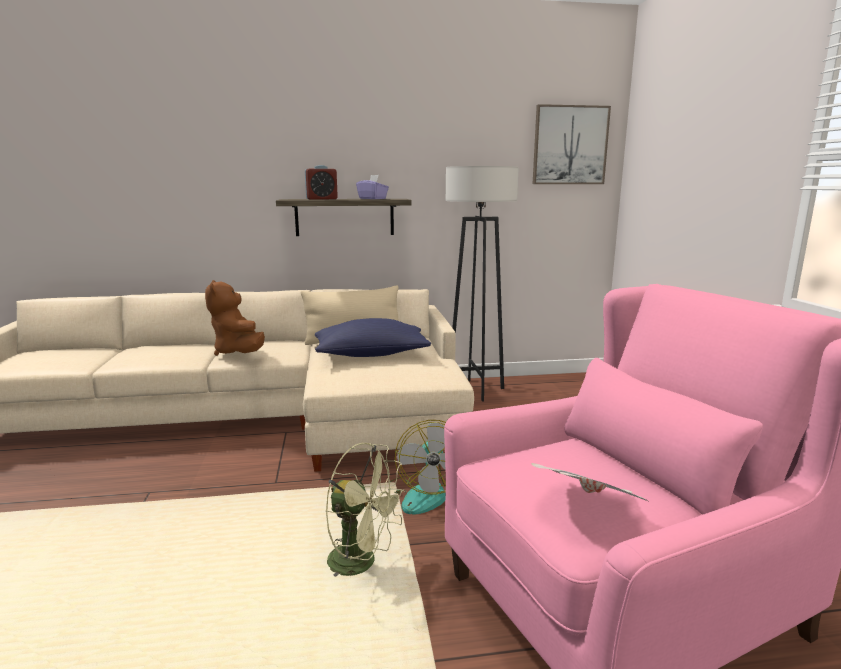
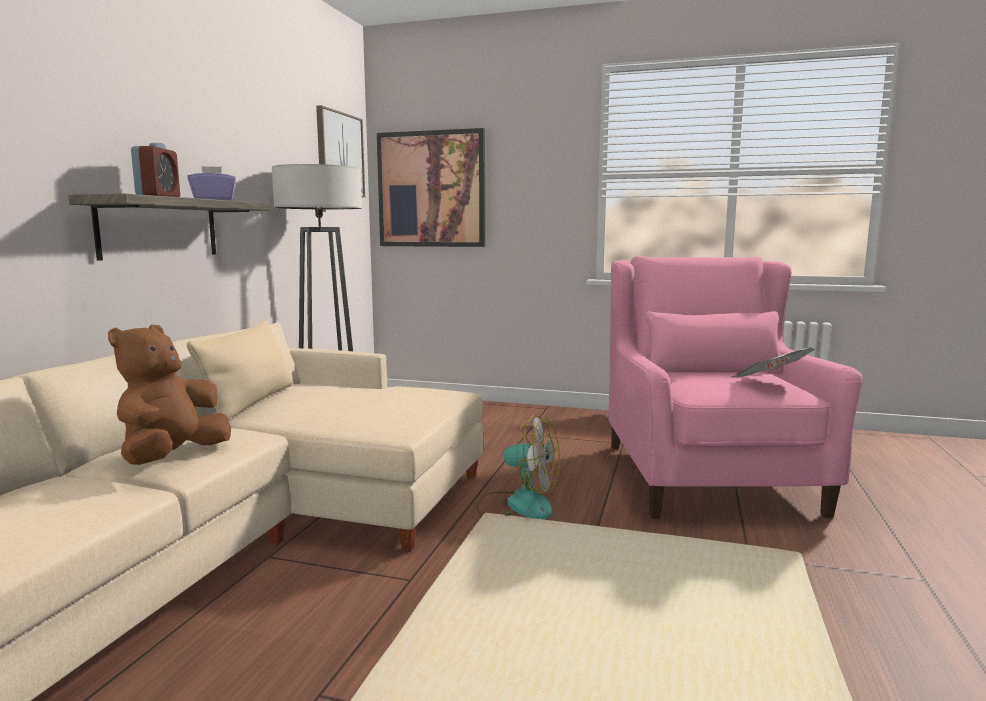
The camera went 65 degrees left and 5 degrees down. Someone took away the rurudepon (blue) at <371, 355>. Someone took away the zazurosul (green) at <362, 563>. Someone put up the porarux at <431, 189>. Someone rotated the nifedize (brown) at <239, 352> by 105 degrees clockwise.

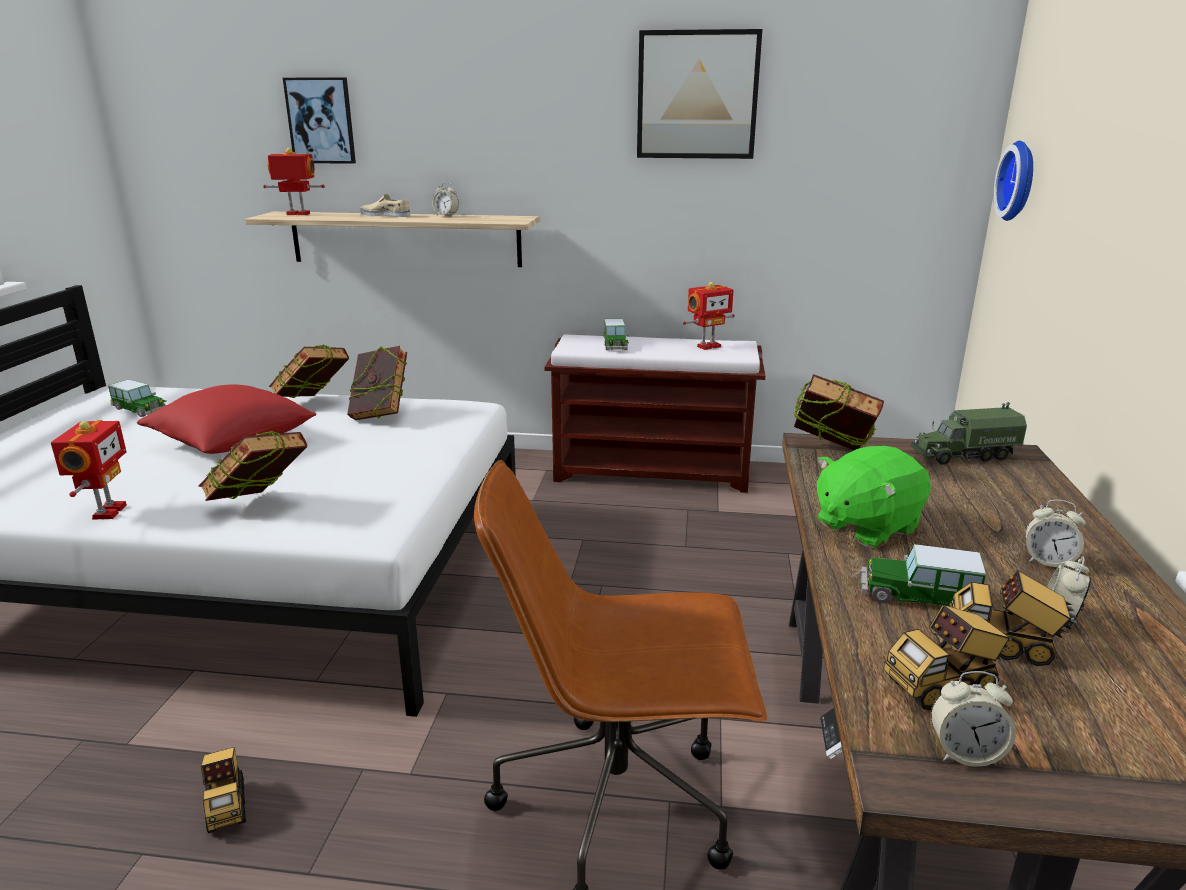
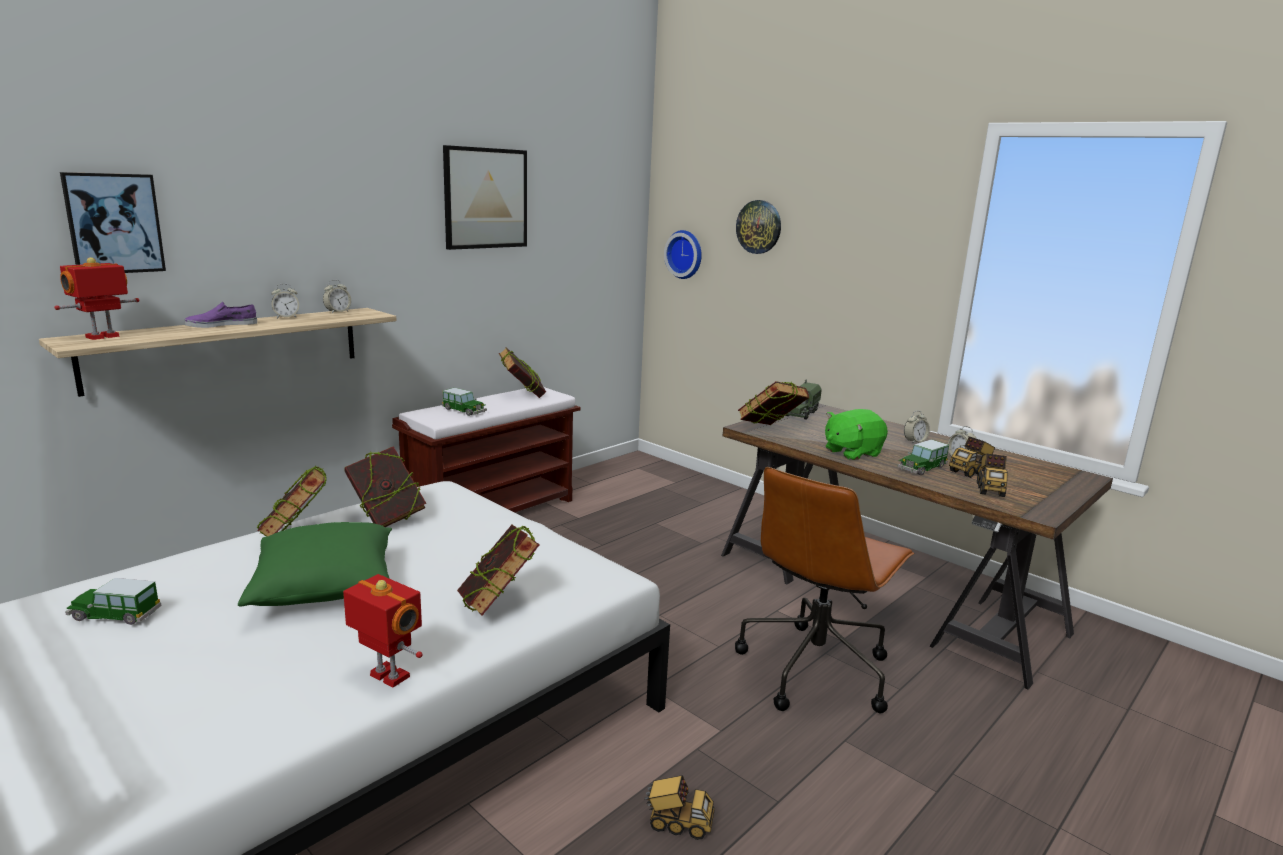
The camera went 55 degrees left and 5 degrees down. Someone put up the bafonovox at <759, 227>. Someone carried the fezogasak from <965, 753> to <337, 312>. Someone swapped the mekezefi at <708, 346> for the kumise at <522, 396>. Someone repainted the rurudepon (red) at <233, 443>, which became the rurudepon (green) at <326, 589>. Someone repainted the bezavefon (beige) at <386, 215>, which became the bezavefon (purple) at <222, 325>. Someone rotated the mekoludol at <140, 410> by 150 degrees counterclockwise. Someone rotated the nifedize (green) at <865, 526> by 60 degrees clockwise.

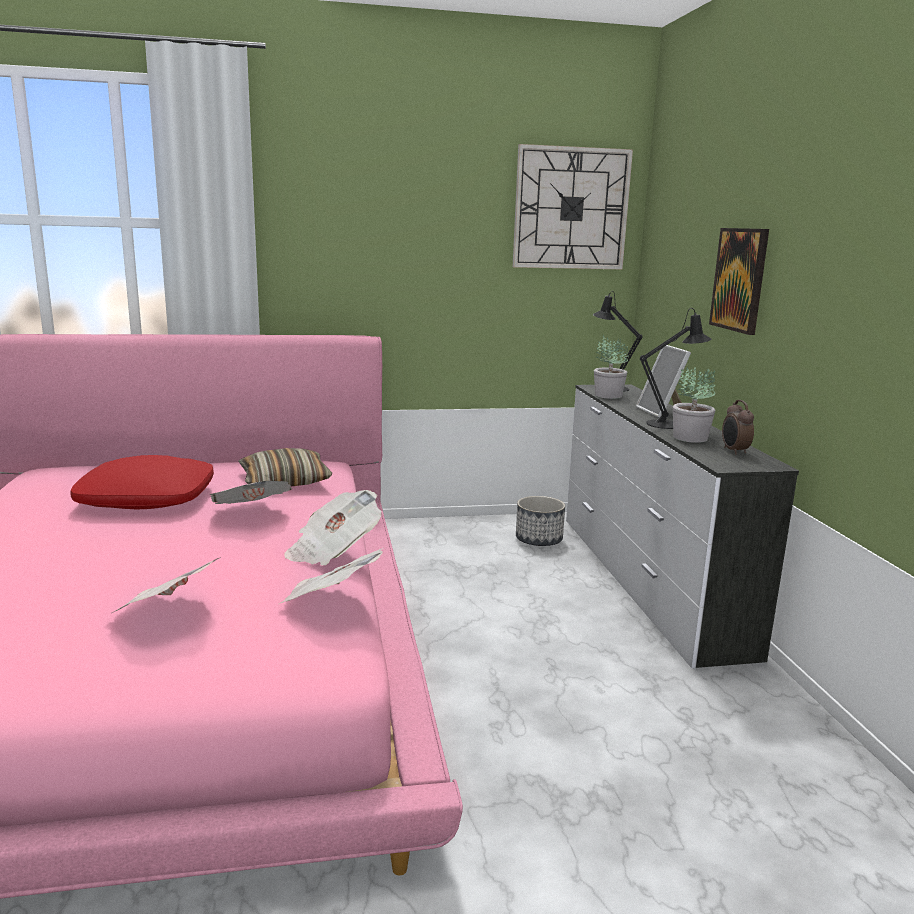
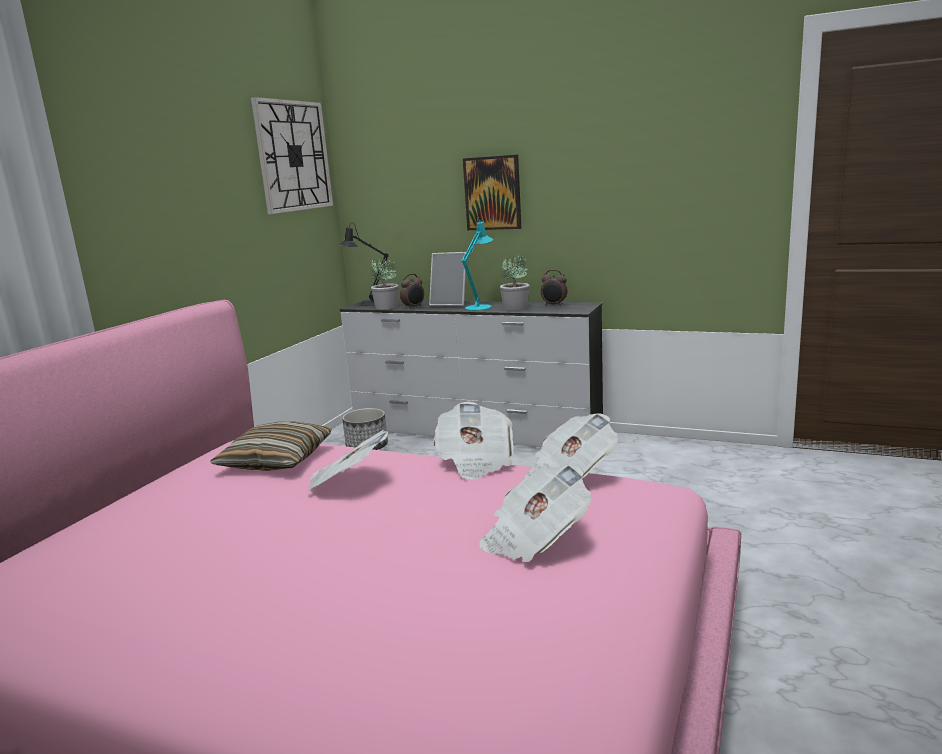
The camera went 55 degrees left and 0 degrees up. Someone took away the rurudepon (red) at <148, 498>. Someone put down the fezogasak at <413, 307>. Someone repainted the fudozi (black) at <669, 424>, which became the fudozi (turquoise) at <480, 306>.

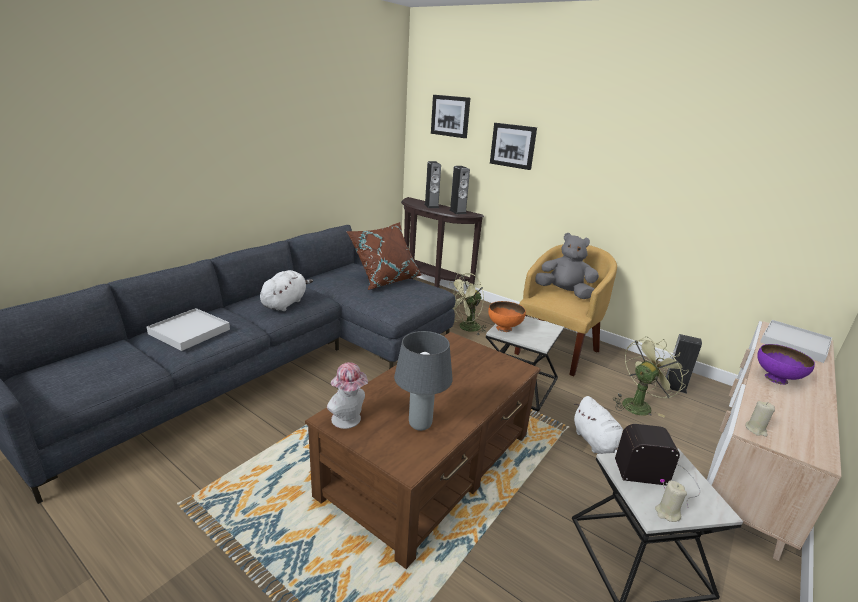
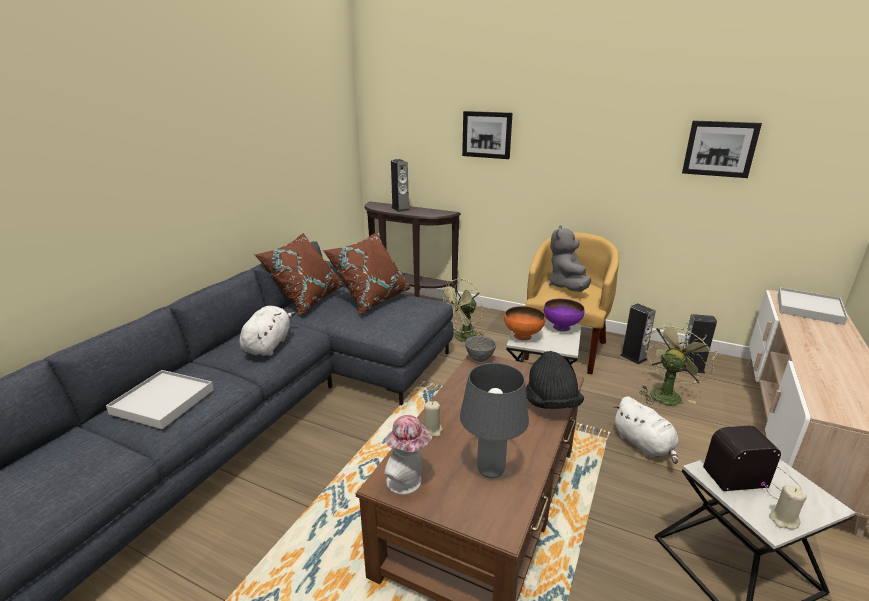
The camera went 10 degrees left and 0 degrees up. Someone put down the rurudepon (brown) at <306, 299>. Someone put down the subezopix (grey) at <479, 359>. Someone put down the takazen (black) at <551, 403>. Someone carried the porarux from <450, 116> to <719, 148>. Someone carried the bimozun from <457, 211> to <633, 357>. Someone carried the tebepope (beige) from <756, 429> to <432, 430>. Someone carried the subezopix (purple) from <776, 379> to <561, 327>. Someone rotated the nifedize (grey) at <564, 292> by 90 degrees counterclockwise.

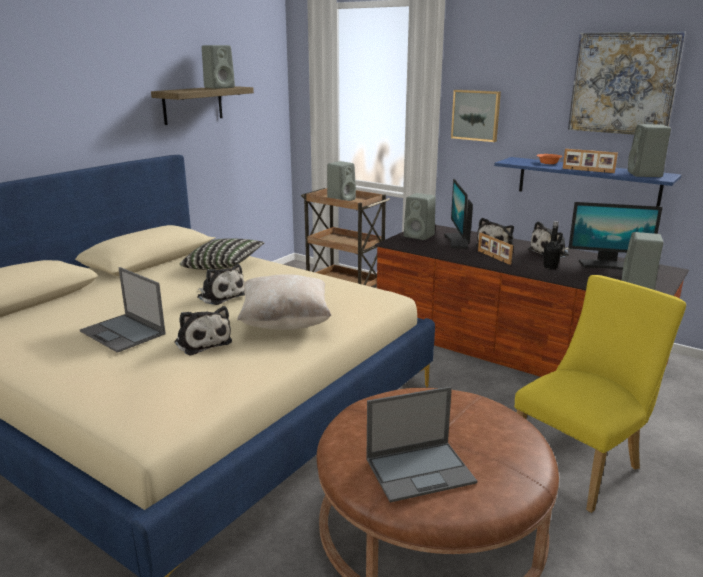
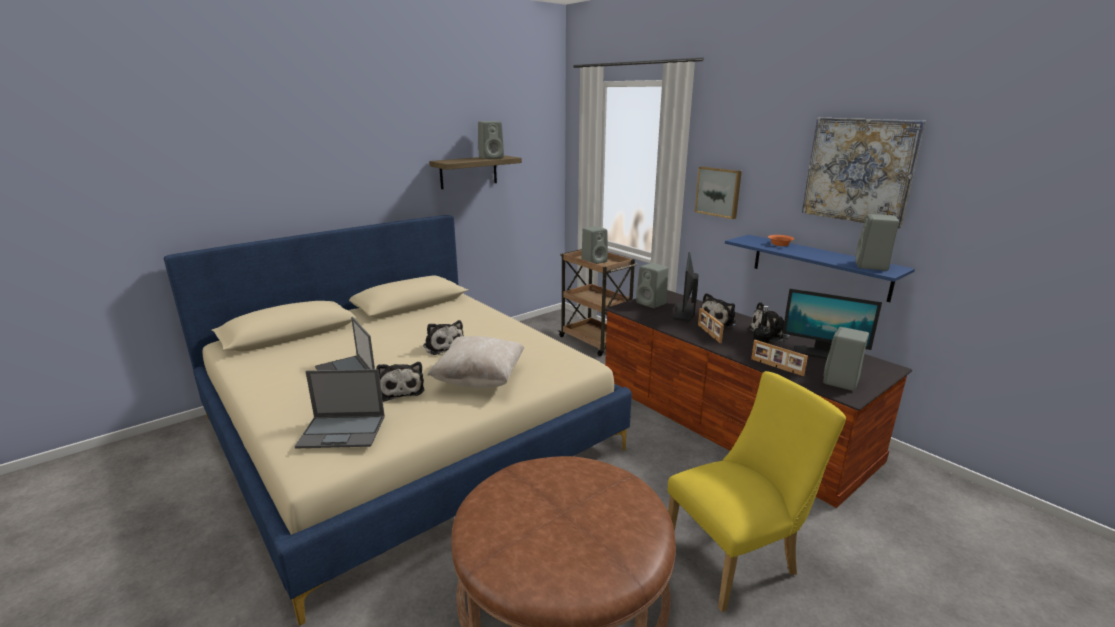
The camera went 15 degrees right and 0 degrees up. Someone took away the rurudepon at <224, 266>. Someone carried the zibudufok from <421, 470> to <343, 431>. Someone carried the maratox from <588, 170> to <776, 367>.

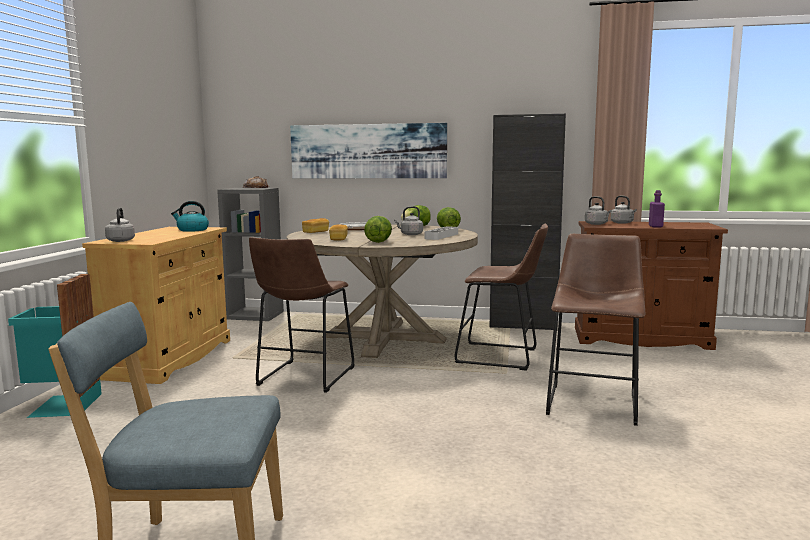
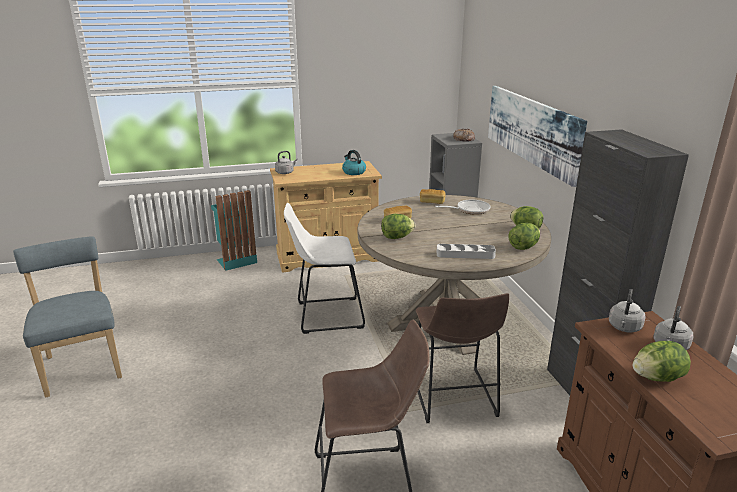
The camera went 65 degrees right and 15 degrees up. Someone took away the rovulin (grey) at <410, 234>. Someone swapped the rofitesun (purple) at <655, 226> for the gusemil at <657, 378>. Someone repainted the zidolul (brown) at <303, 378>, which became the zidolul (white) at <325, 315>.

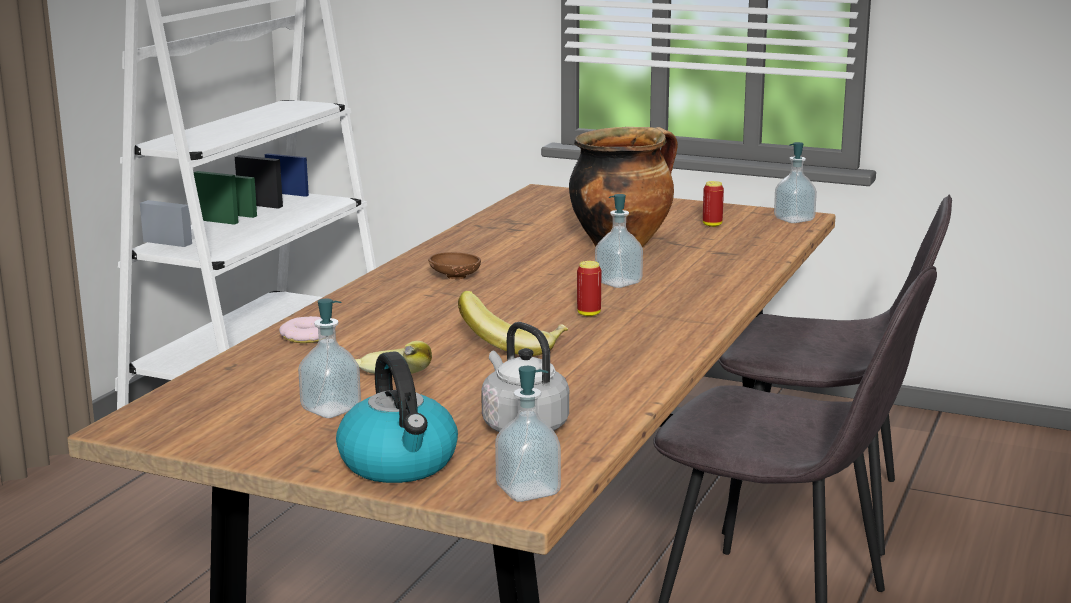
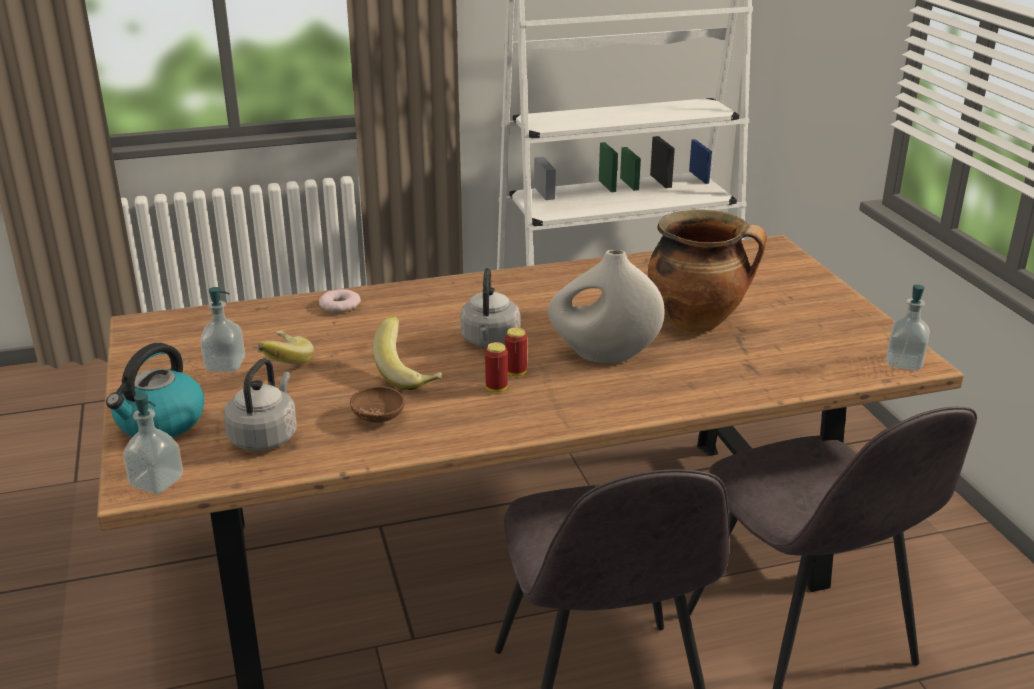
The camera went 50 degrees right and 10 degrees up. Someone put down the rovulin (grey) at <490, 341>. Someone carried the subezopix (brown) from <455, 277> to <378, 417>. Someone carried the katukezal from <712, 225> to <496, 388>. Someone swapped the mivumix at <618, 282> for the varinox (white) at <603, 356>.

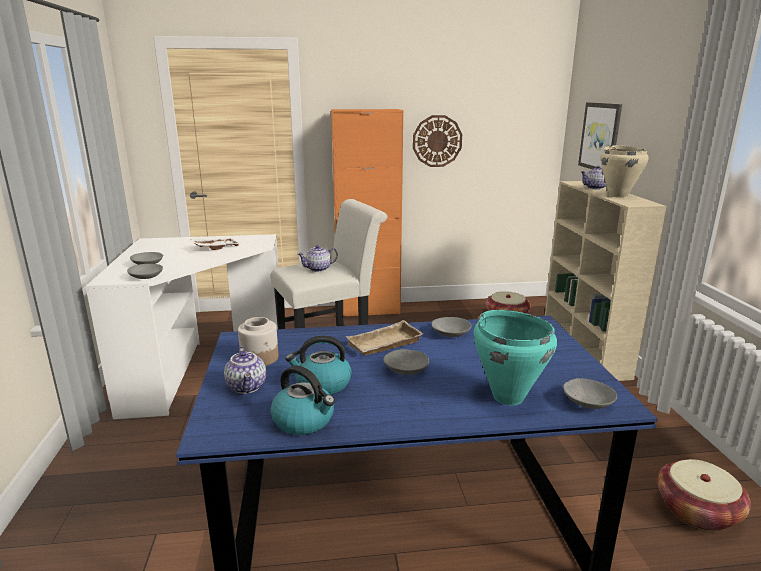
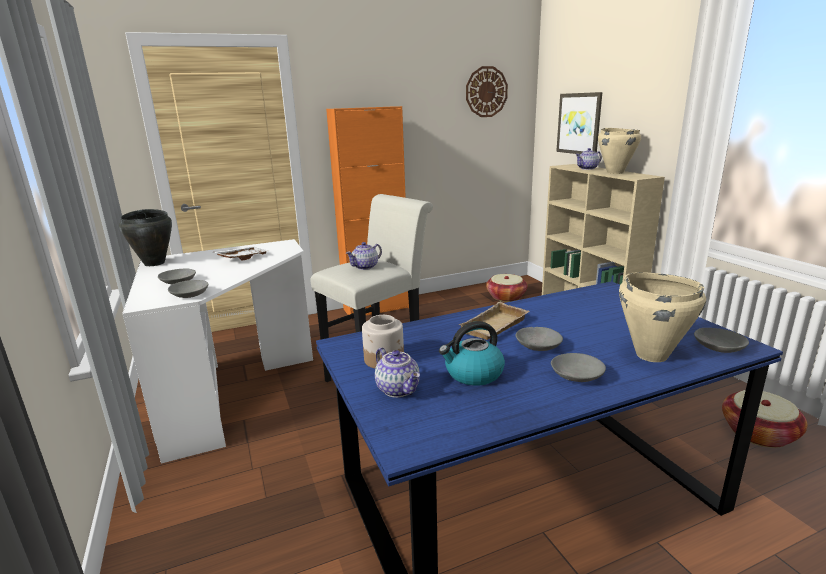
The camera went 15 degrees left and 0 degrees up. Someone took away the rovulin at <304, 420>. Someone put down the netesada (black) at <155, 263>. Someone carried the bafonovox from <437, 141> to <486, 92>. Someone carried the subezopix (grey) from <450, 333> to <576, 376>. Someone repainted the netesada (turquoise) at <508, 396>, which became the netesada (beige) at <650, 355>.

